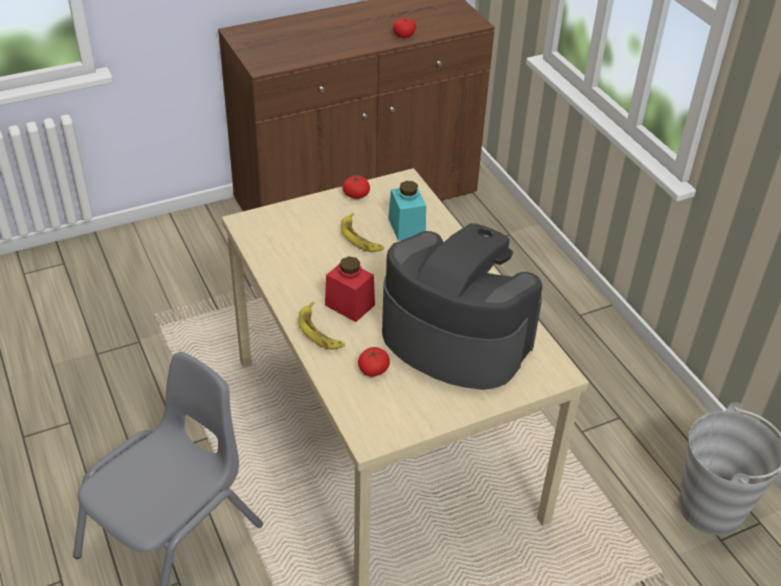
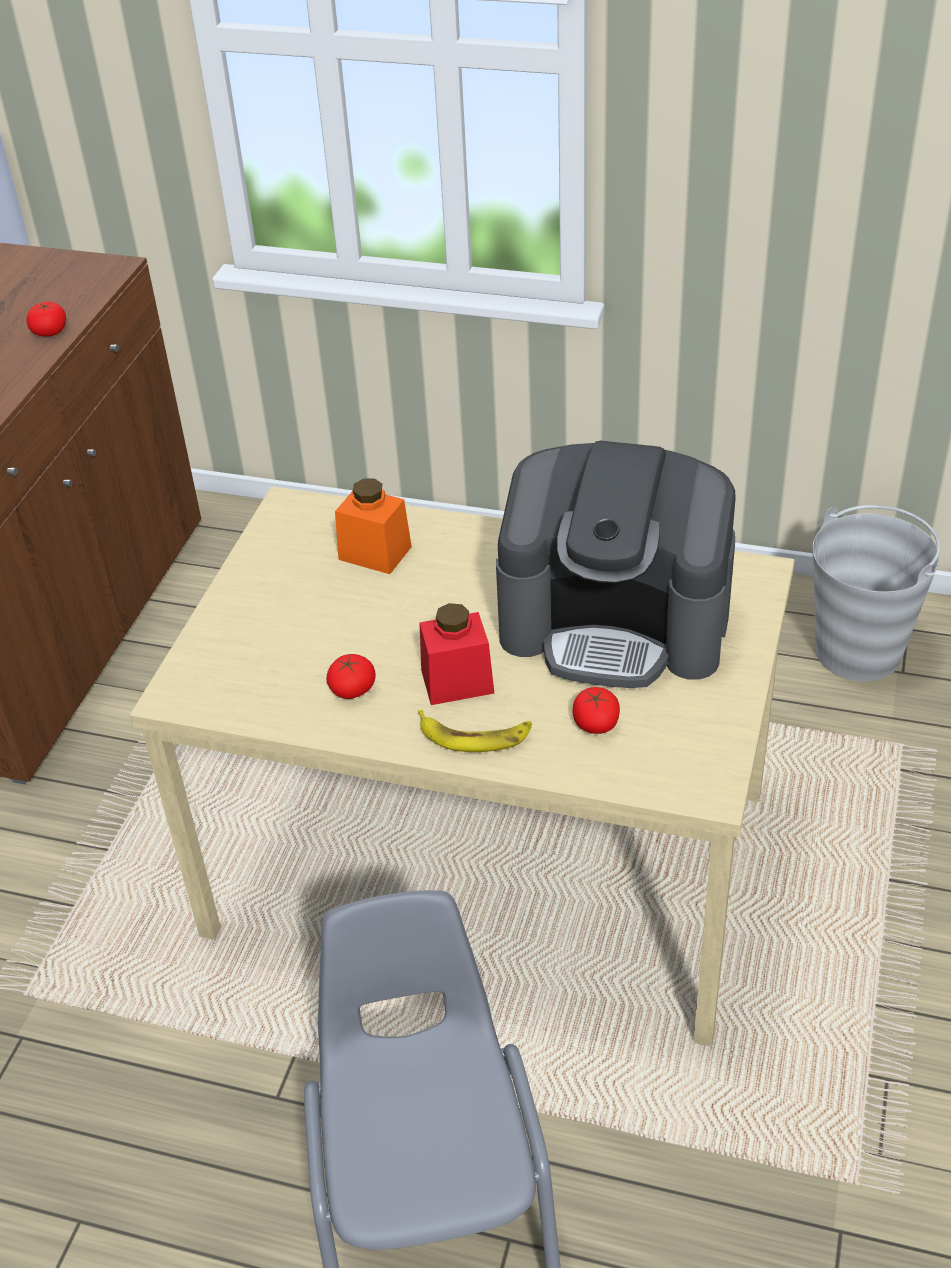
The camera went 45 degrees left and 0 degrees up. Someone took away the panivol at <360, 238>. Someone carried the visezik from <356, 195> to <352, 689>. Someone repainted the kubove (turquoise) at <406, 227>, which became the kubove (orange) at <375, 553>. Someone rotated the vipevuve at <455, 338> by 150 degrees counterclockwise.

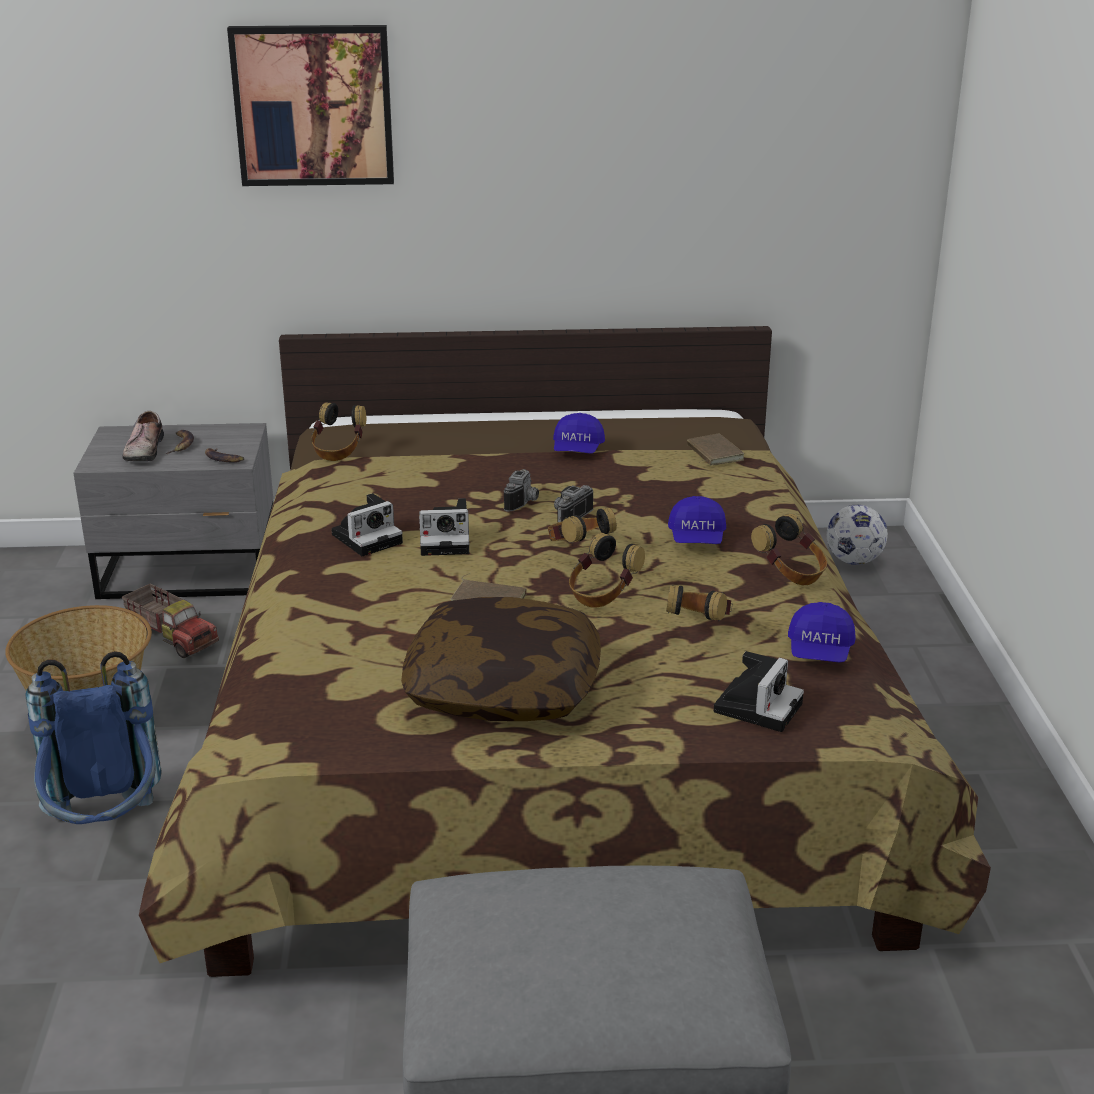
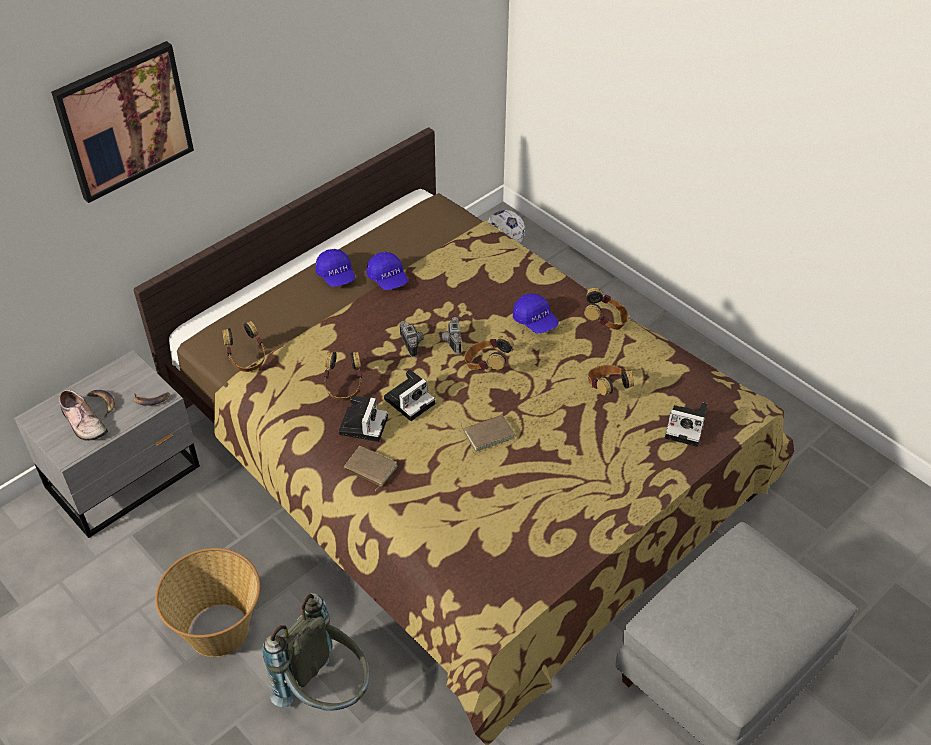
The camera went 40 degrees left and 20 degrees up. Someone took away the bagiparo at <173, 637>. Someone took away the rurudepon at <503, 689>. Someone carried the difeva from <602, 595> to <344, 387>. Someone carried the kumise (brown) from <713, 453> to <369, 469>. Someone carried the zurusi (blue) from <820, 652> to <336, 276>. Someone repainted the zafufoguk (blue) at <106, 831>, which became the zafufoguk (grey) at <326, 691>. Someone rotated the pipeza at <758, 706> by 120 degrees clockwise.

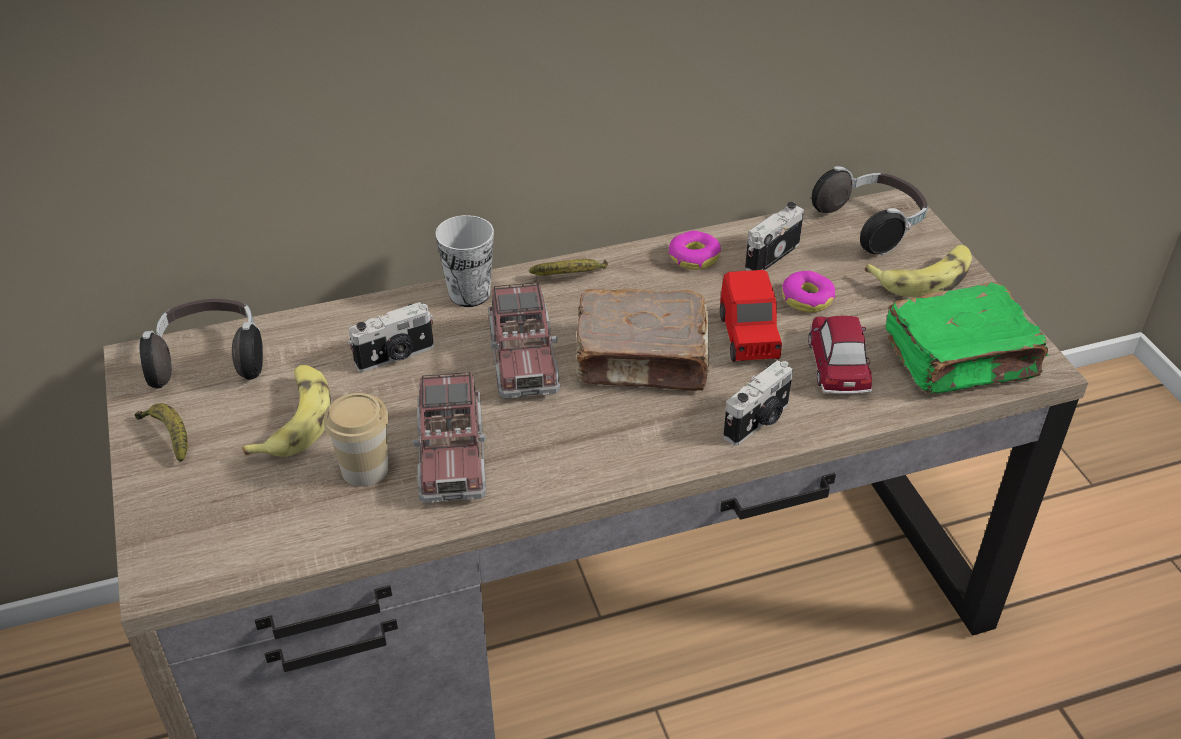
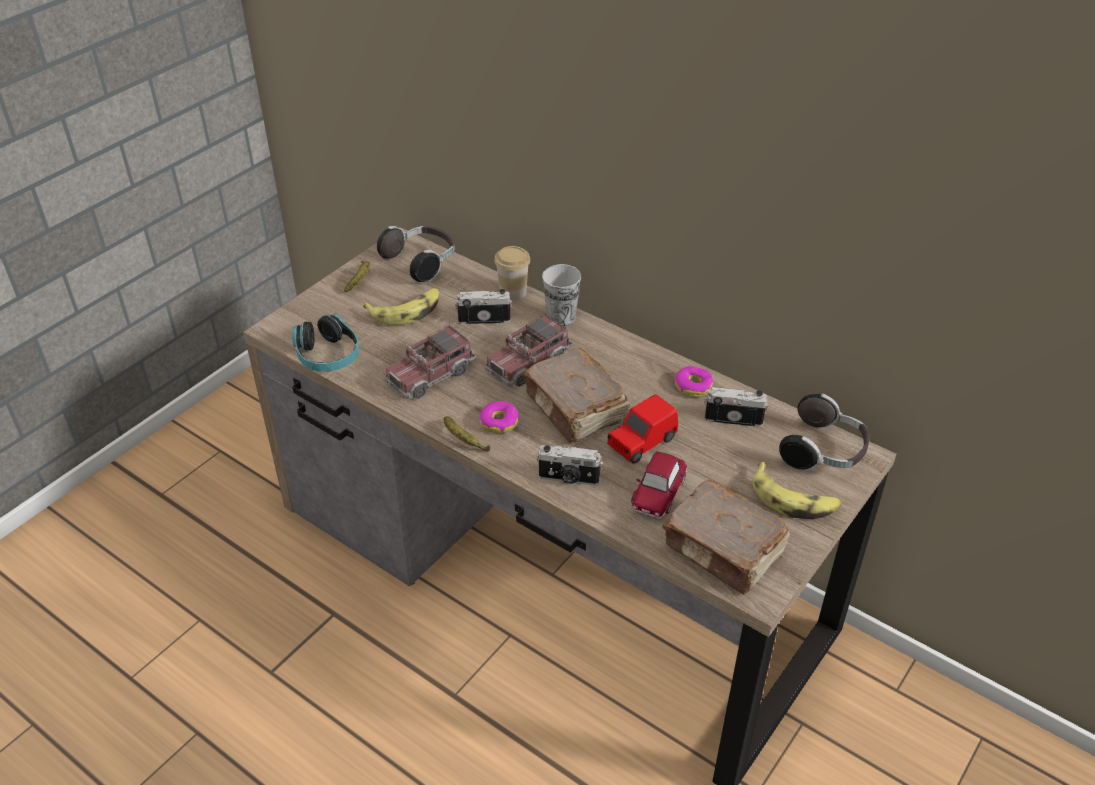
The camera went 55 degrees right and 0 degrees up. Someone put down the difeva at <328, 355>. Someone carried the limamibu from <365, 469> to <513, 292>. Someone carried the panivol from <571, 276> to <463, 440>. Someone carried the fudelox from <807, 298> to <499, 422>. Someone repainted the kumise (green) at <961, 359>, which became the kumise (brown) at <724, 550>. Someone rotated the pipeza at <395, 357> by 150 degrees clockwise. Someone rotated the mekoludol at <838, 363> by 150 degrees clockwise.

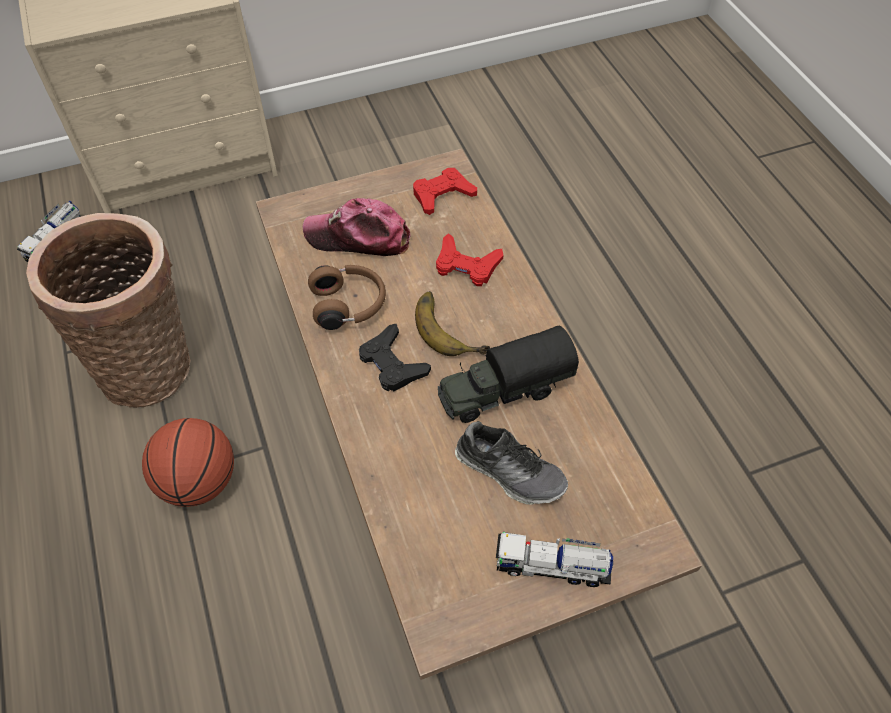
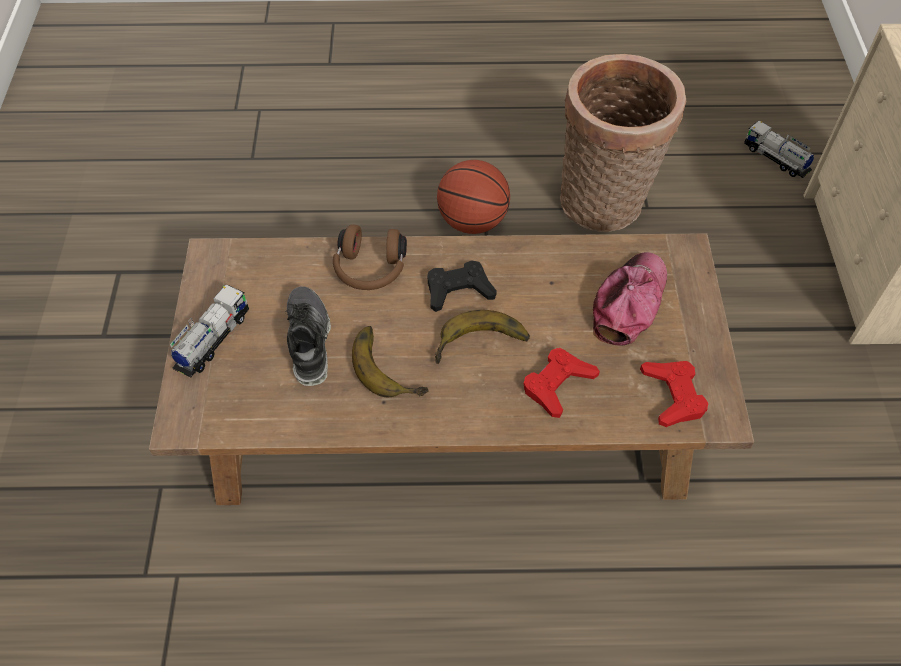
The camera went 110 degrees right and 0 degrees up. Someone carried the difeva (brown) from <349, 305> to <370, 270>. Someone swapped the bagiparo at <503, 391> for the panivol at <390, 364>. Someone rotated the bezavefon at <509, 471> by 120 degrees clockwise.

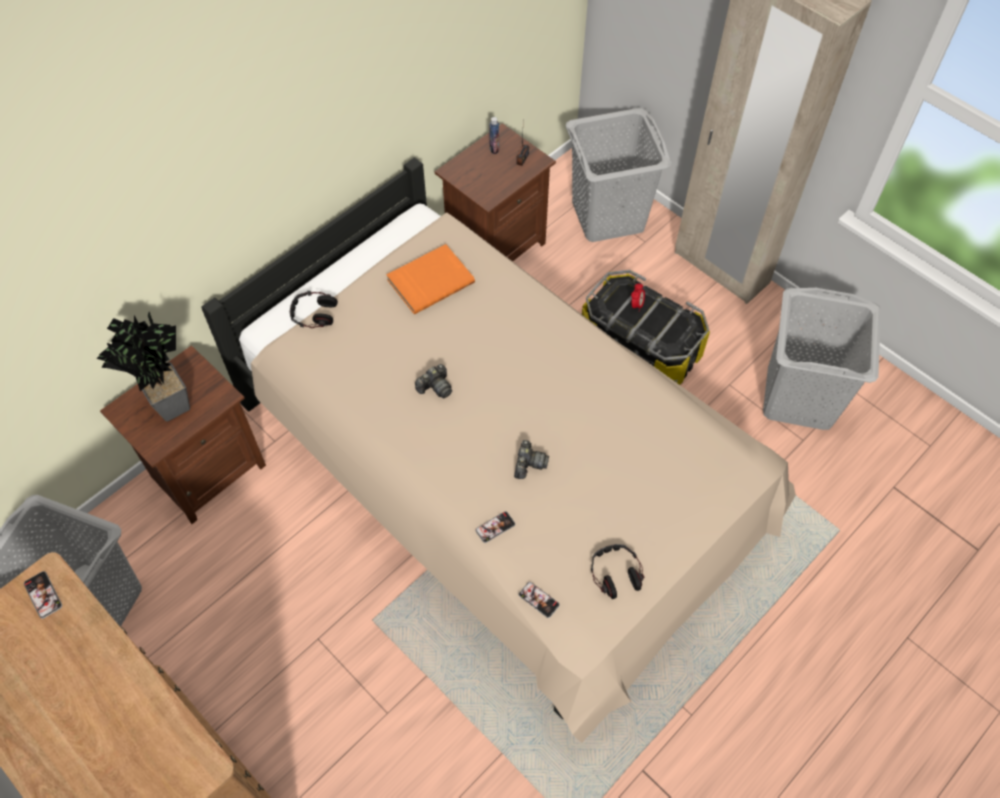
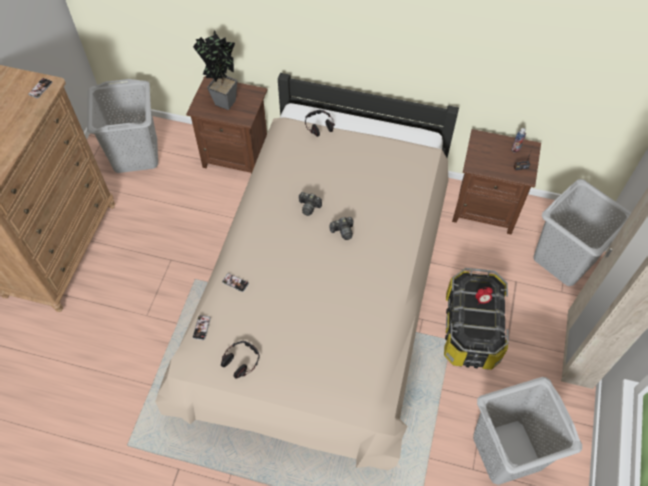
The camera went 60 degrees right and 0 degrees up. Someone took away the kumise (orange) at <429, 280>. Someone carried the pipeza from <529, 464> to <343, 231>.

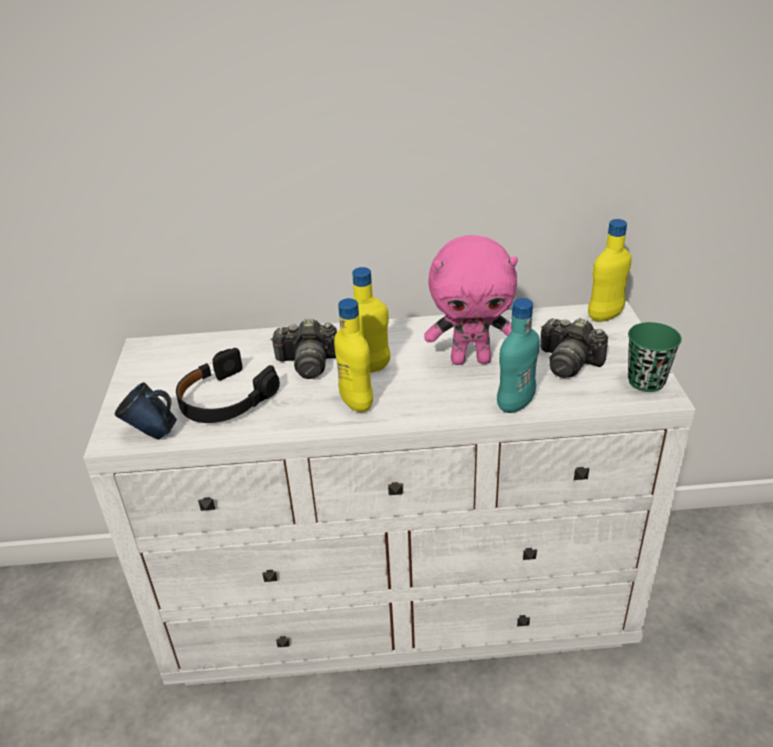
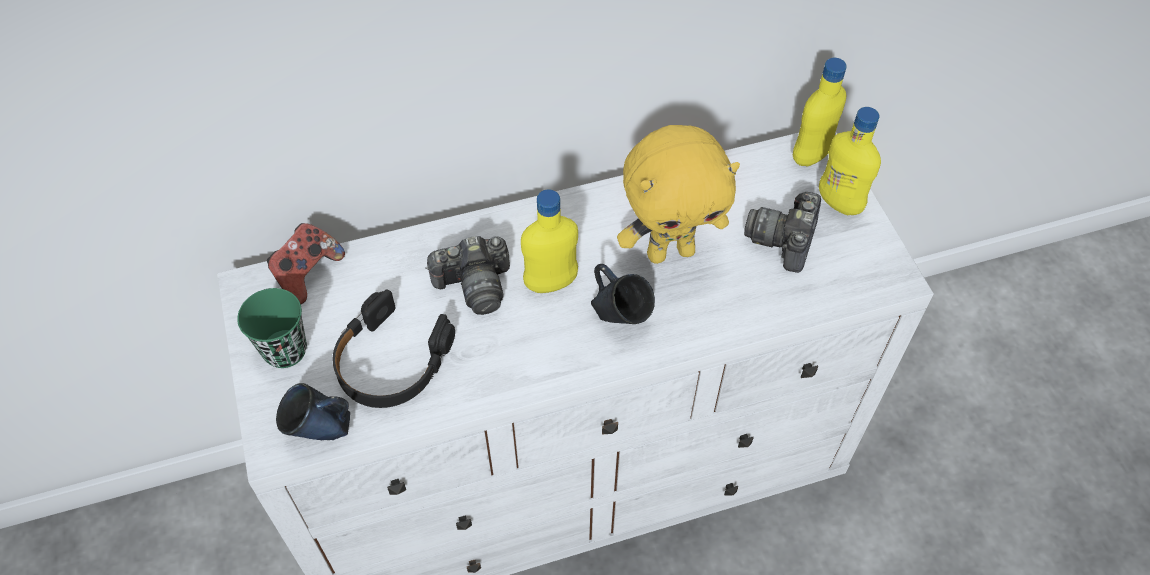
The camera went 15 degrees left and 20 degrees up. Someone took away the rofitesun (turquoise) at <515, 404>. Someone put down the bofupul at <307, 273>. Someone put down the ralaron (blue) at <619, 318>. Someone carried the rofitesun (yellow) from <356, 403> to <839, 203>. Someone carried the limamibu (green) from <646, 382> to <285, 350>. Someone repainted the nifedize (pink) at <471, 359>, which became the nifedize (yellow) at <670, 251>. Someone rotated the pipeza at <569, 362> by 90 degrees clockwise.

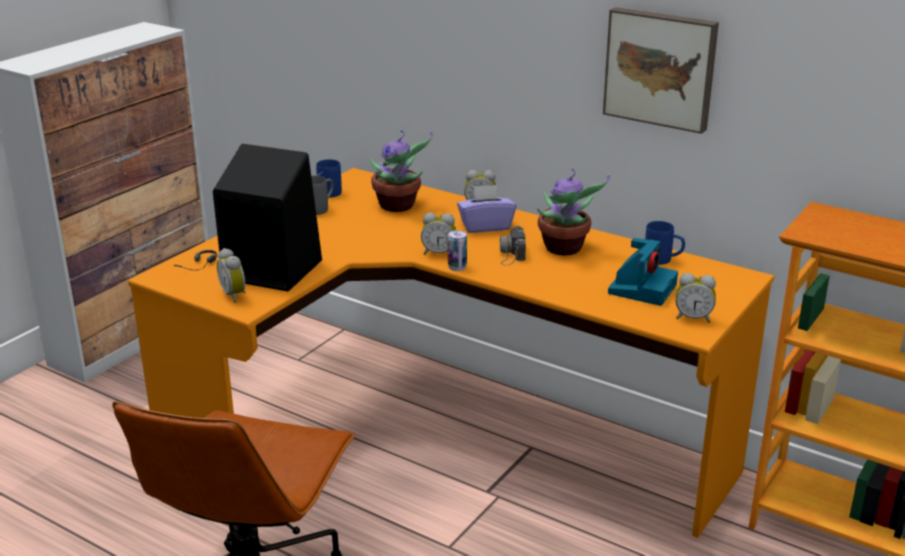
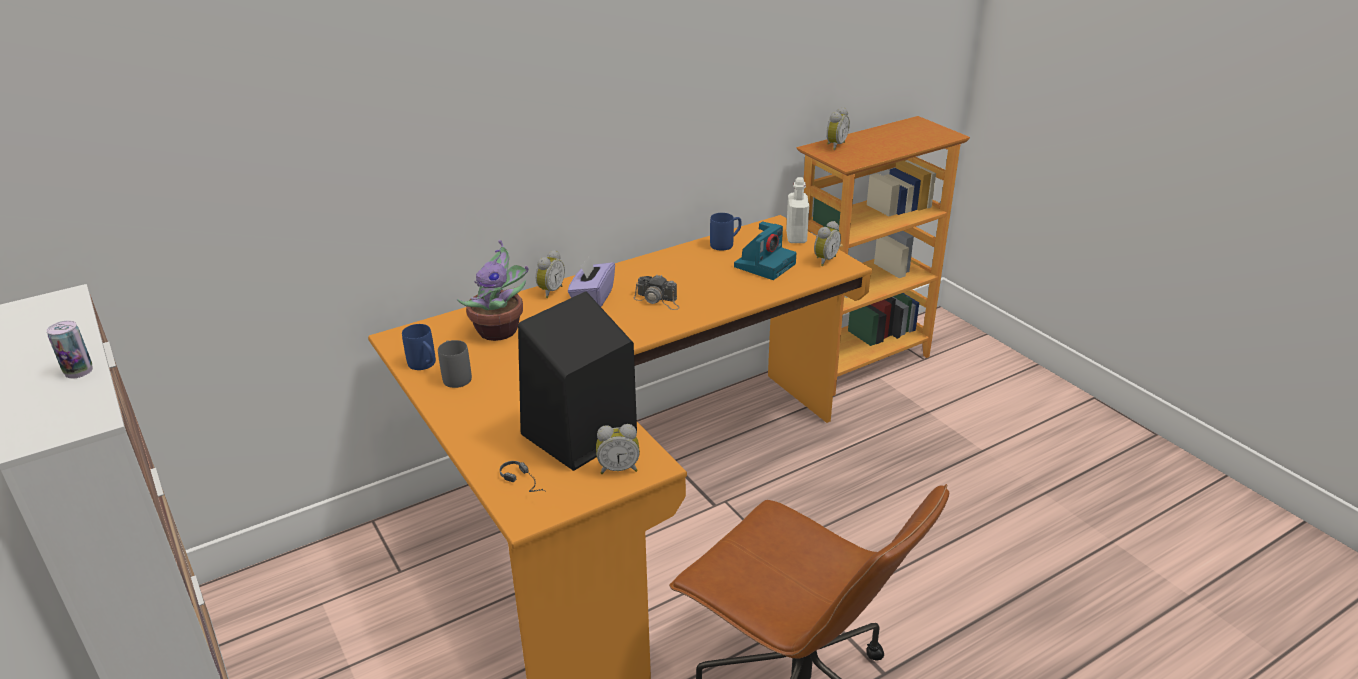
The camera went 65 degrees left and 5 degrees up. Someone took away the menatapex at <564, 249>. Someone took away the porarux at <661, 68>. Someone put down the rofitesun (white) at <796, 237>. Someone carried the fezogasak from <439, 253> to <834, 145>. Someone carried the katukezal from <457, 267> to <78, 371>. Someone rotated the pipeza at <642, 288> by 75 degrees clockwise.

